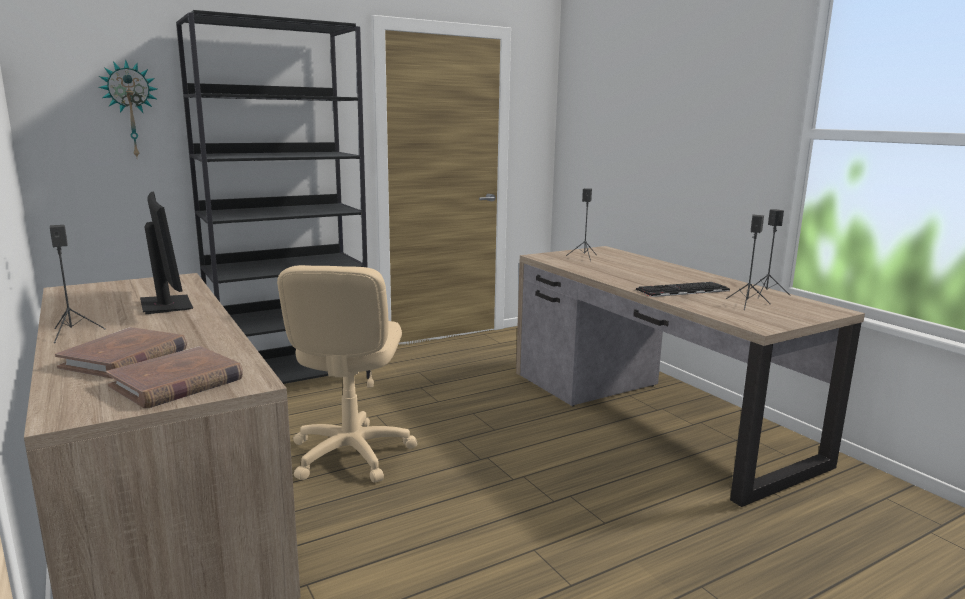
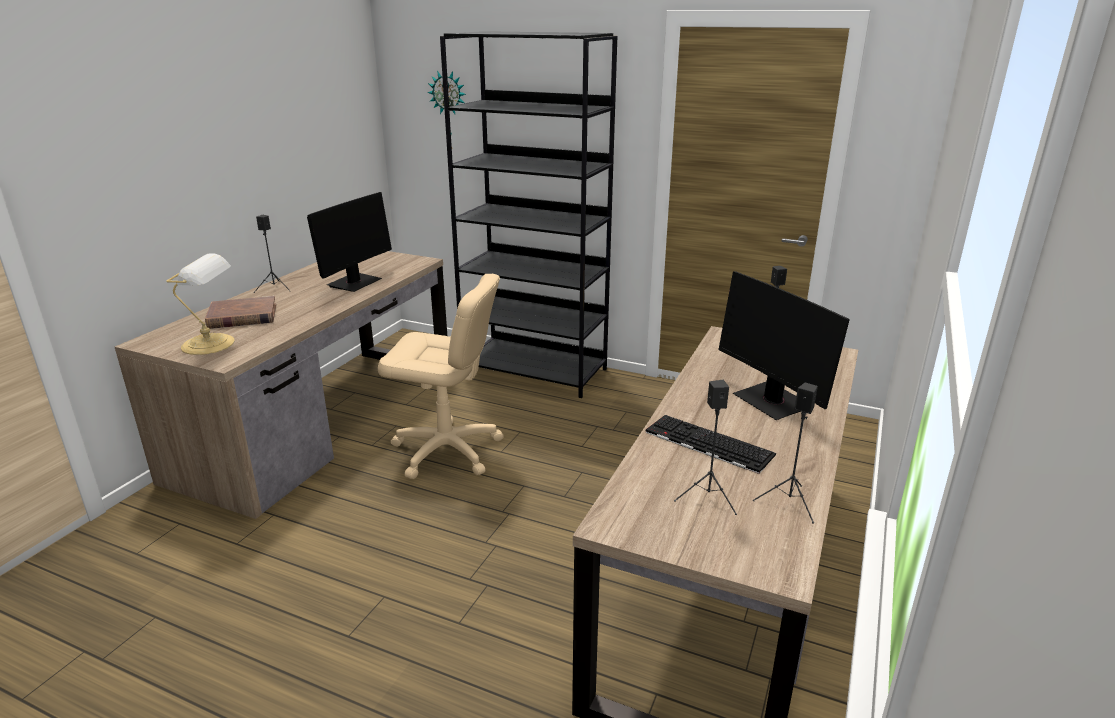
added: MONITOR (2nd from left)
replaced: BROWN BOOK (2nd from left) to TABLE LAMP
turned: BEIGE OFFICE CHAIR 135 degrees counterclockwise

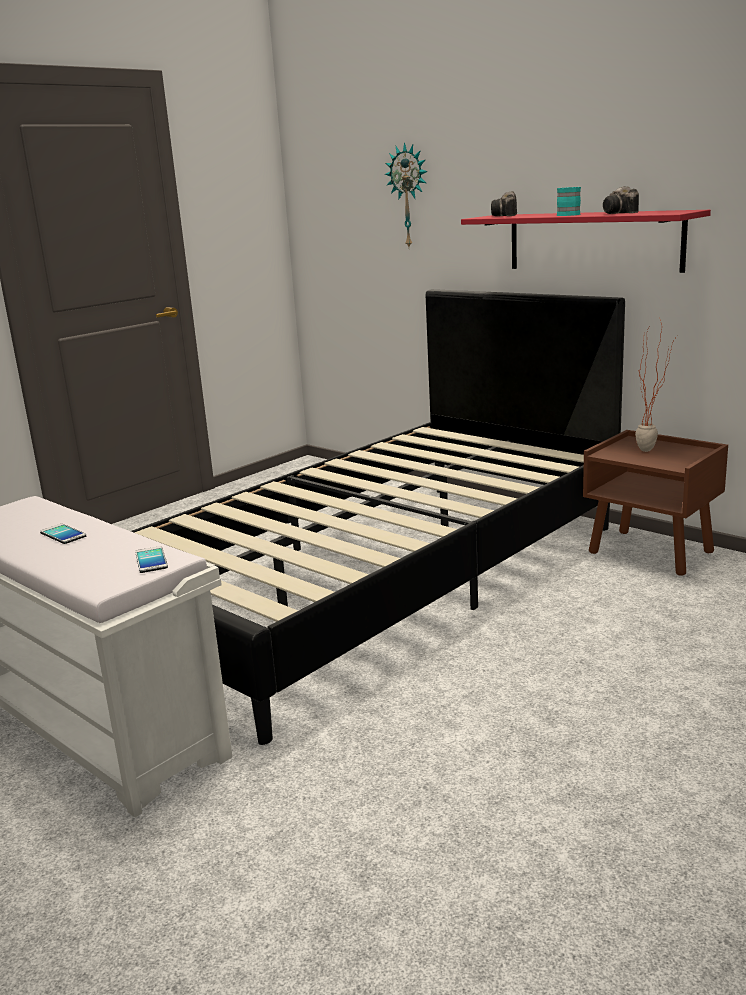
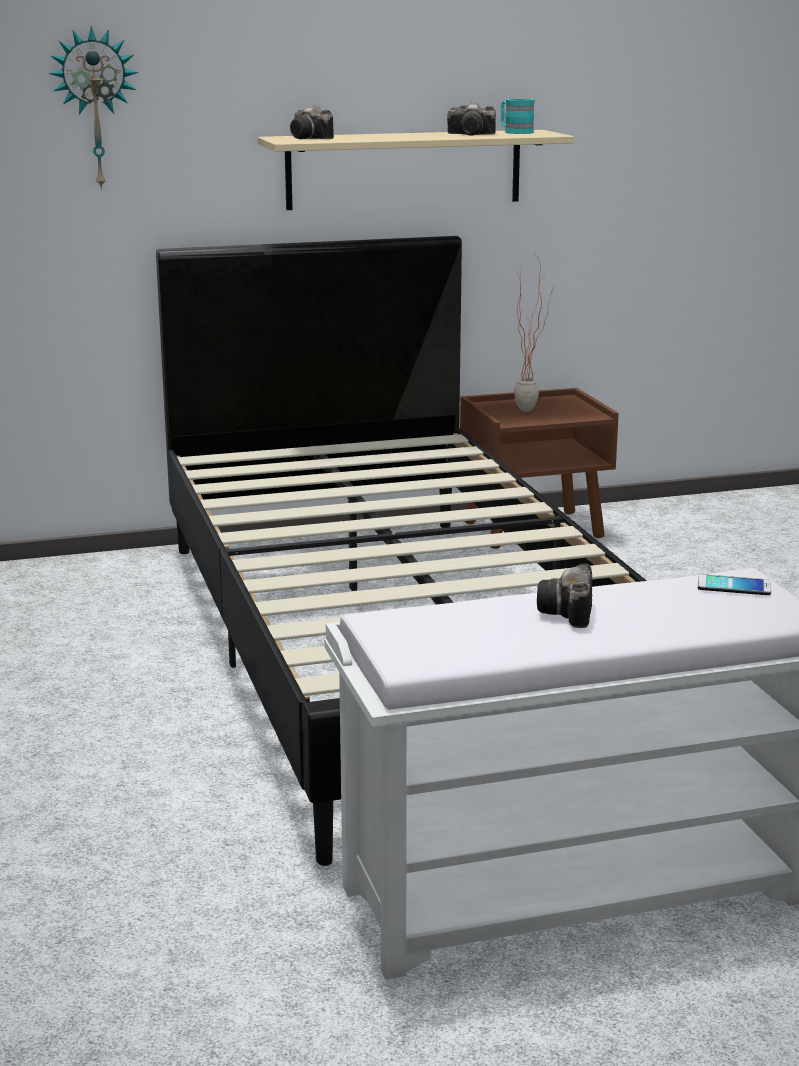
moved: TURQUOISE MUG
replaced: PHONE (1st from left) to PHOTO CAMERA (3rd from left)
recoloured: RED SHELF to BEIGE SHELF

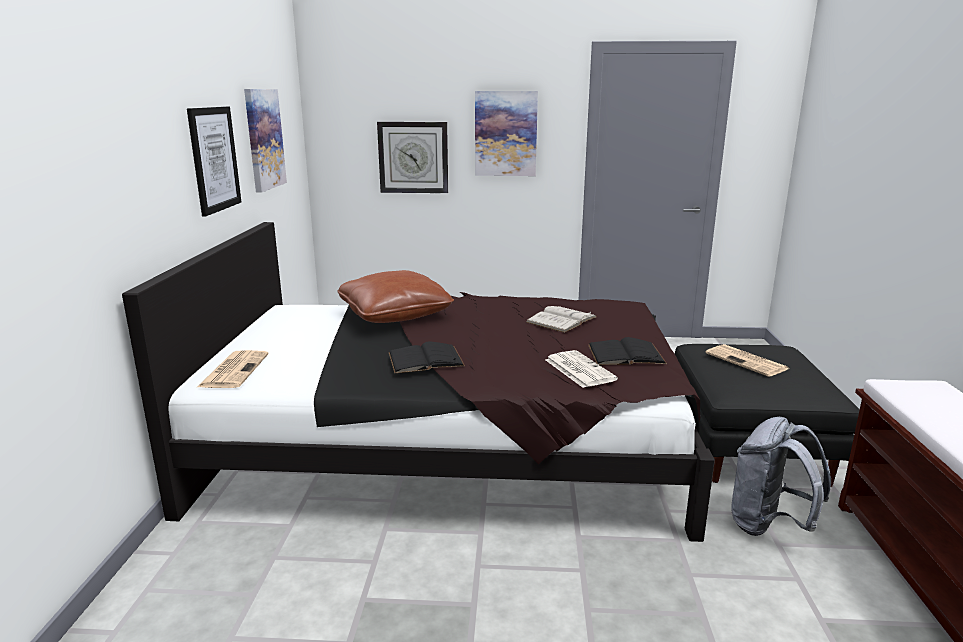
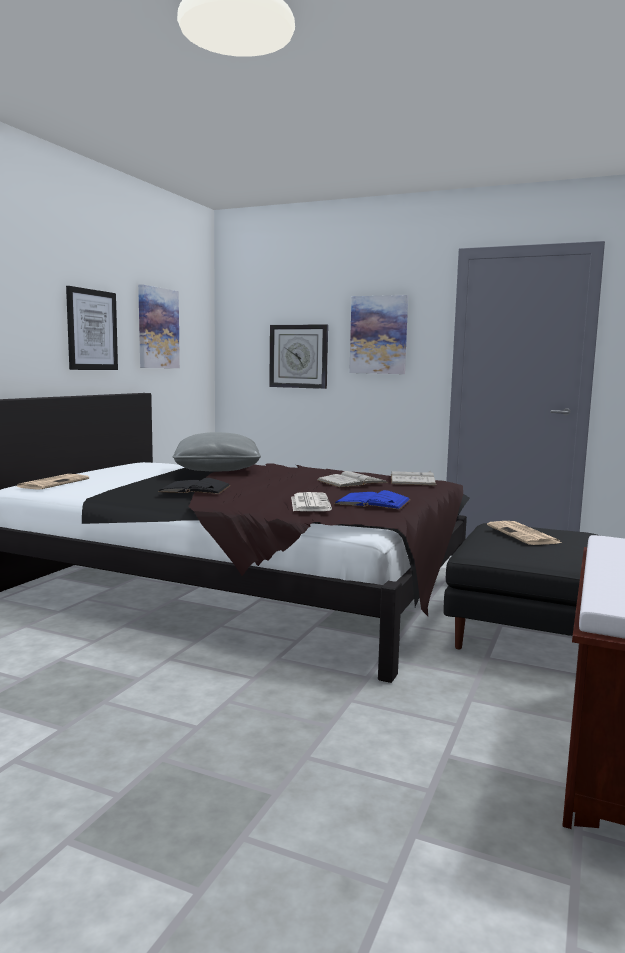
removed: GREY BACKPACK
added: WHITE BOOK (2nd from left)
recoloured: BROWN PILLOW to GREY PILLOW; BLACK BOOK (2nd from left) to BLUE BOOK

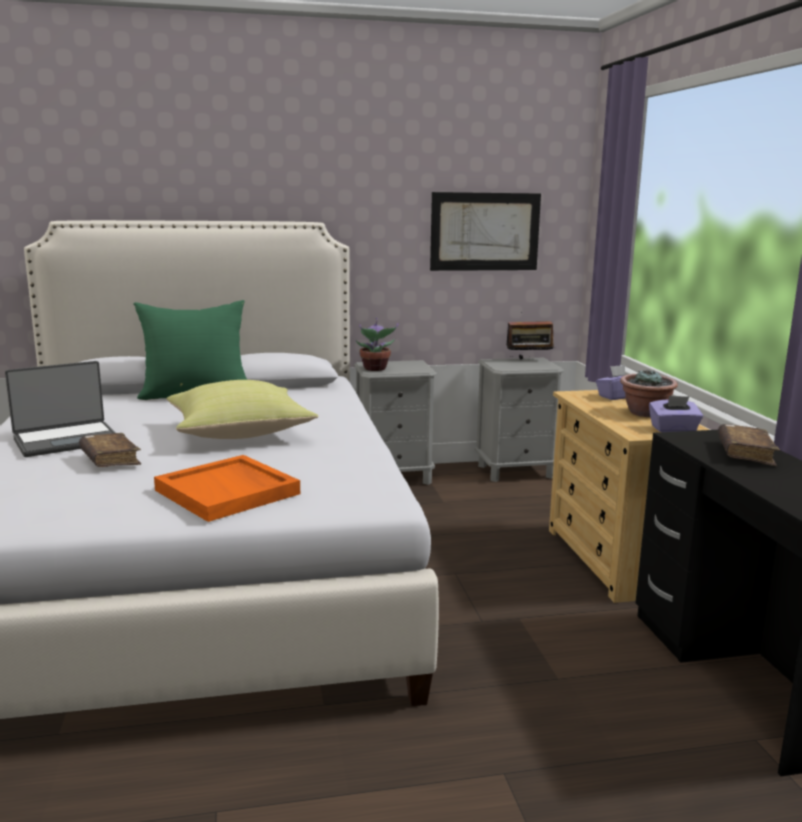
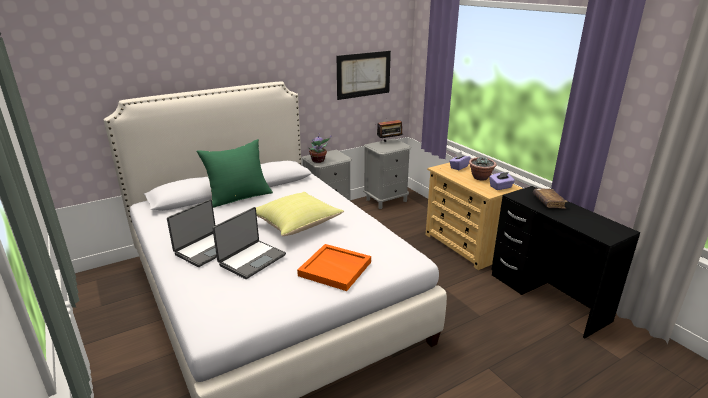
replaced: BROWN BOOK (1st from left) to LAPTOP (2nd from left)

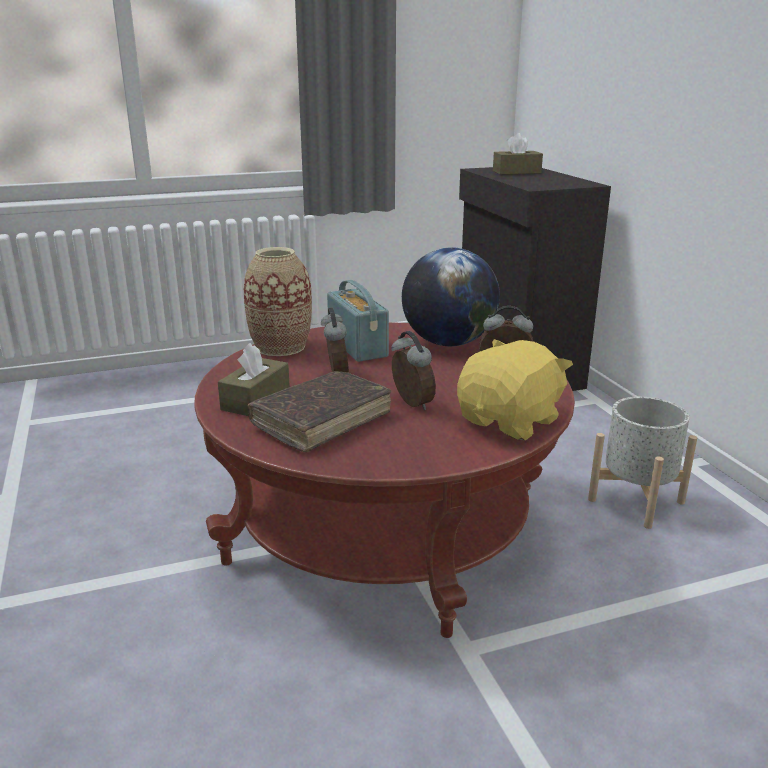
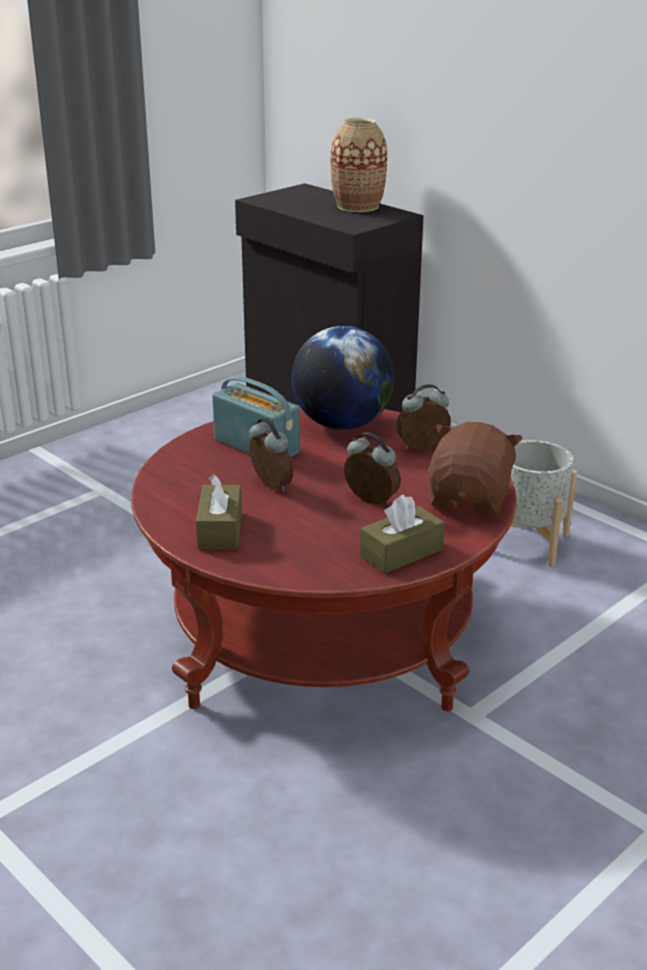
removed: BROWN BOOK
moved: BROWN TISSUE BOX (2nd from left); VASE
recoloured: YELLOW PLUSH TOY to BROWN PLUSH TOY

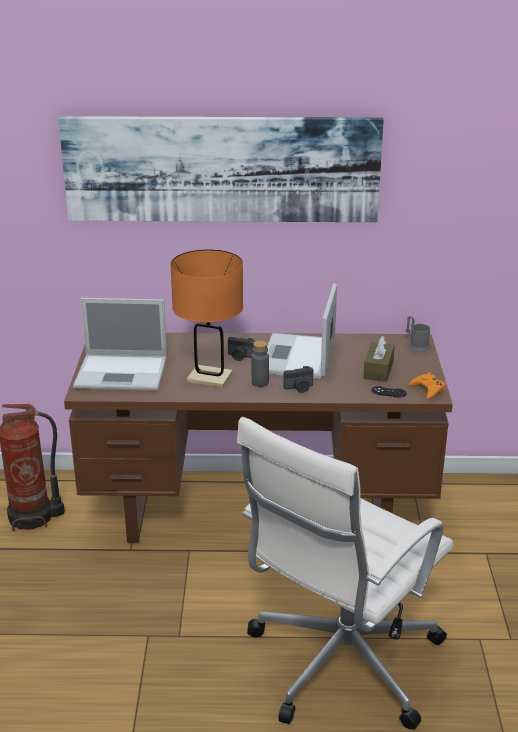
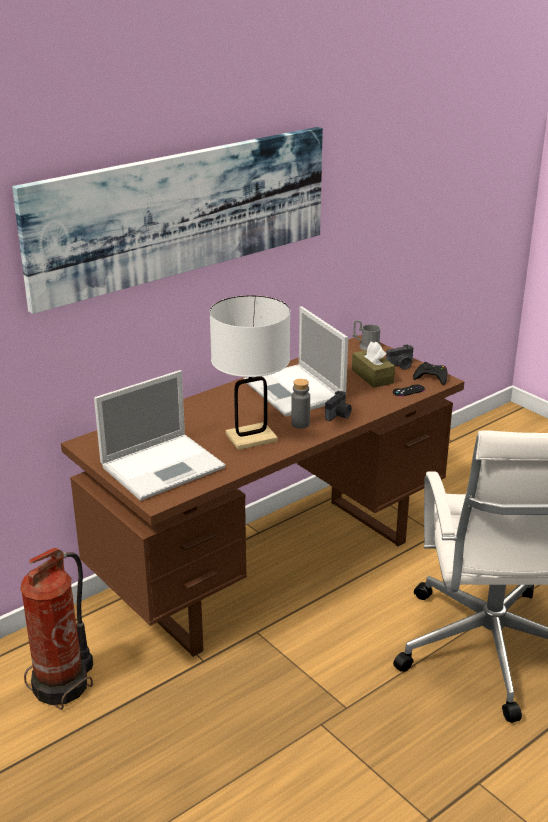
moved: PHOTO CAMERA (1st from left in the first image) to PHOTO CAMERA (2nd from left)
recoloured: ORANGE TABLE LAMP to WHITE TABLE LAMP; ORANGE GAME CONTROLLER to BLACK GAME CONTROLLER (2nd from left)

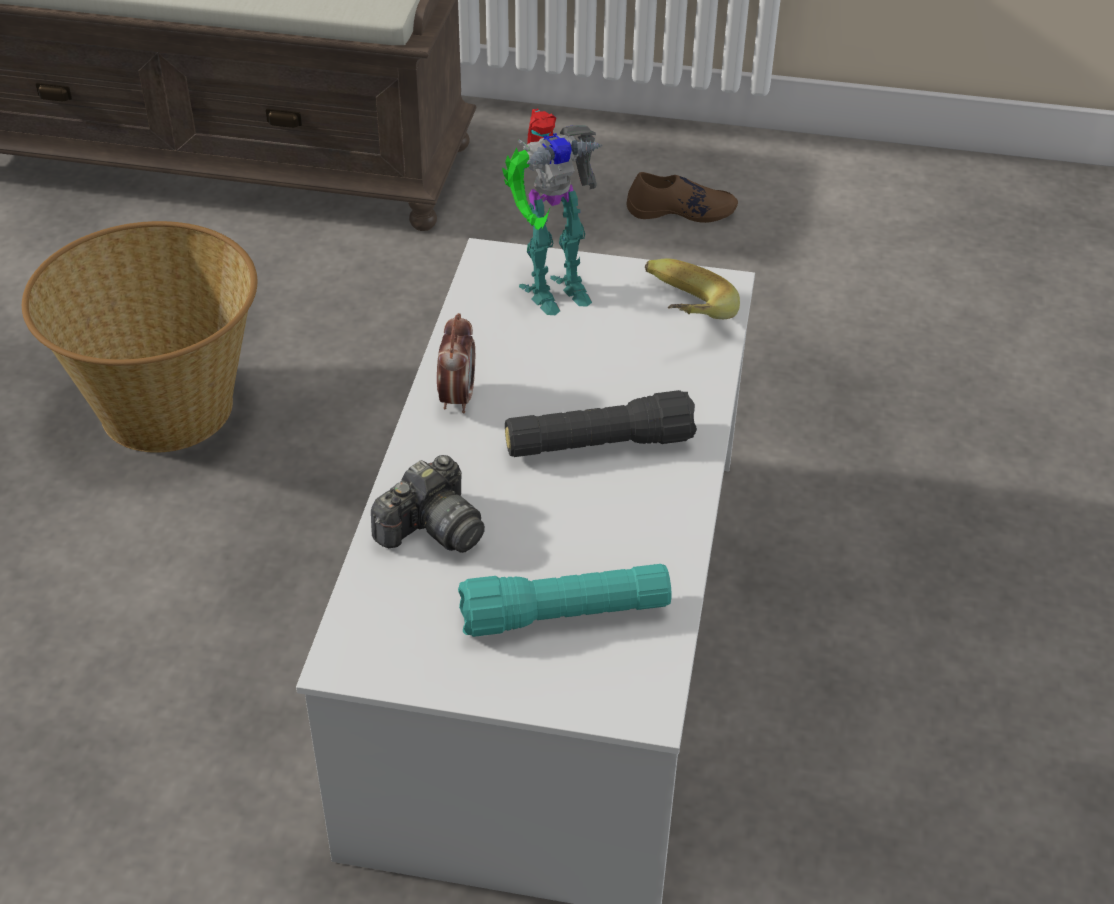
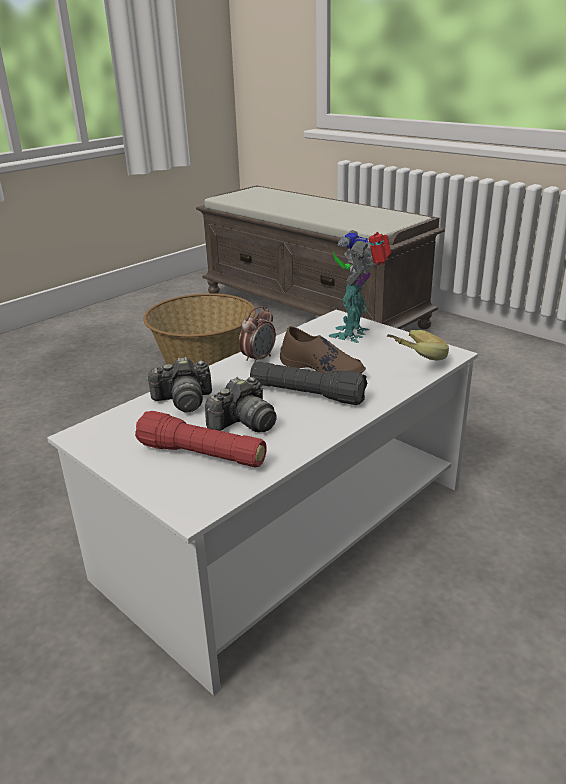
added: PHOTO CAMERA (2nd from left)
moved: BROWN SHOE
recoloured: TURQUOISE FLASHLIGHT to RED FLASHLIGHT
turned: TOY ROBOT 105 degrees clockwise

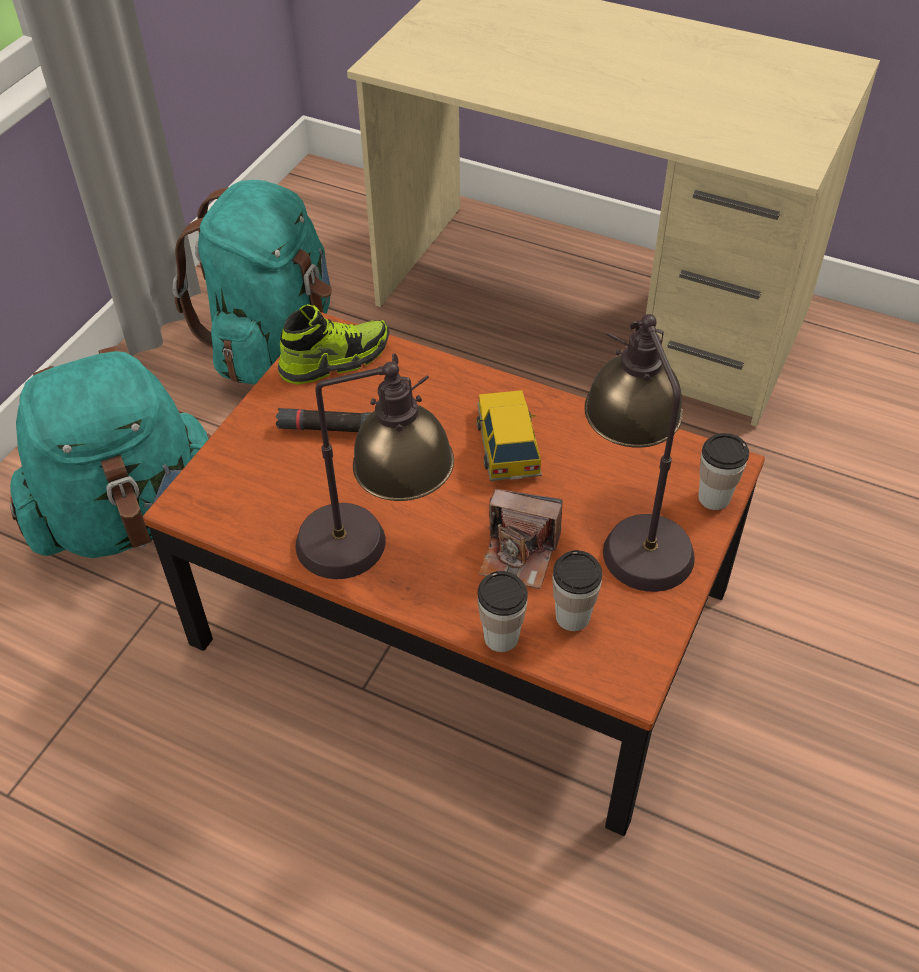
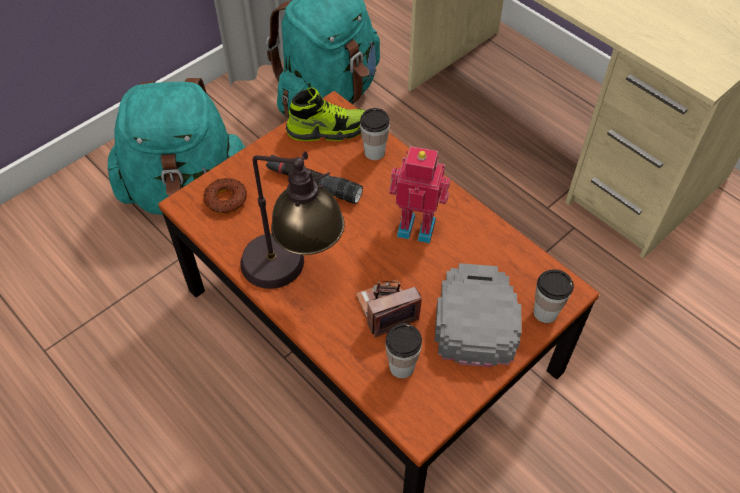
added: DONUT
moved: CUP (1st from left)
replaced: TABLE LAMP (2nd from left) to GREY CAP; TOY CAR to TOY ROBOT
turned: PHOTO CAMERA 120 degrees clockwise

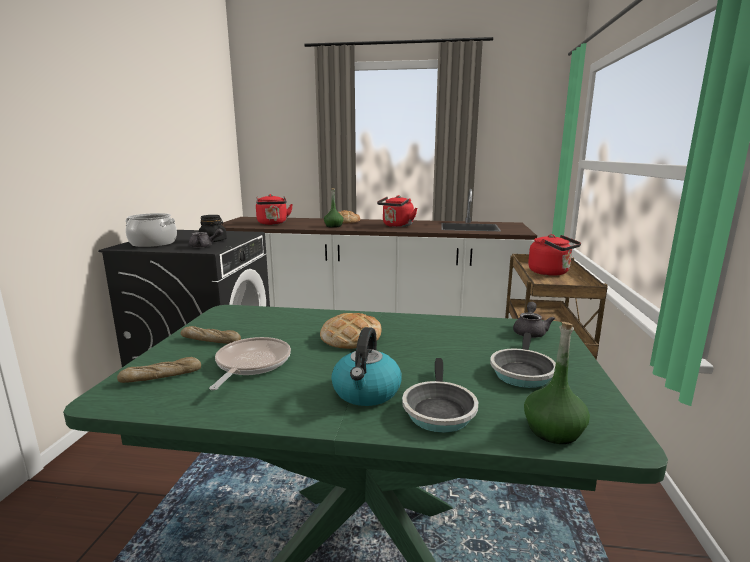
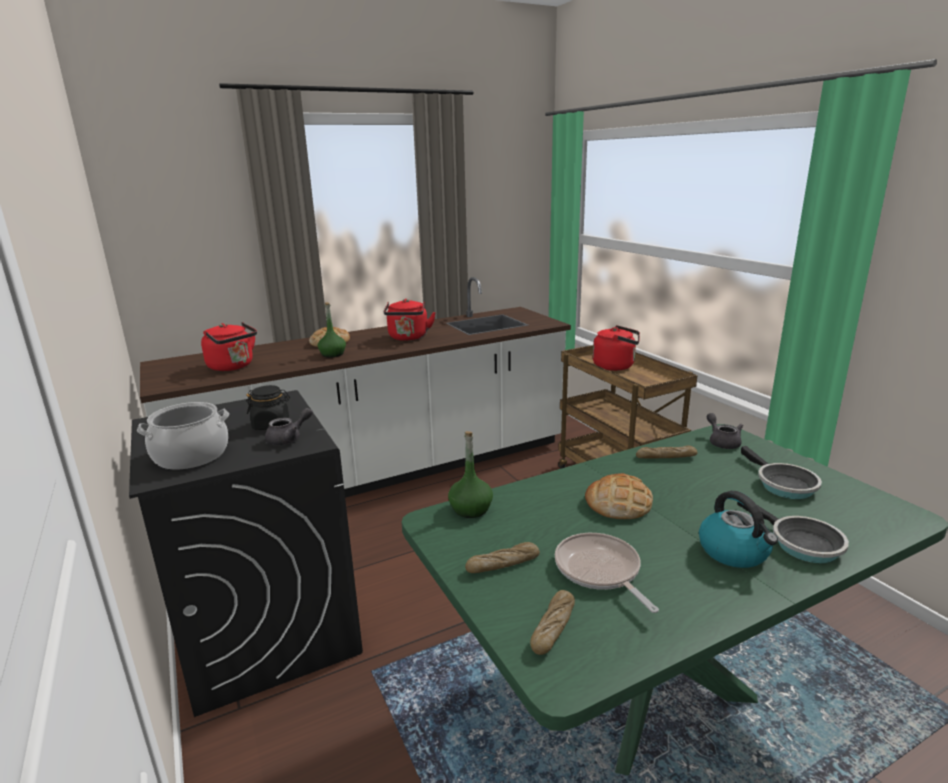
added: BREAD (5th from left)
moved: GREEN BOTTLE (2nd from left)

